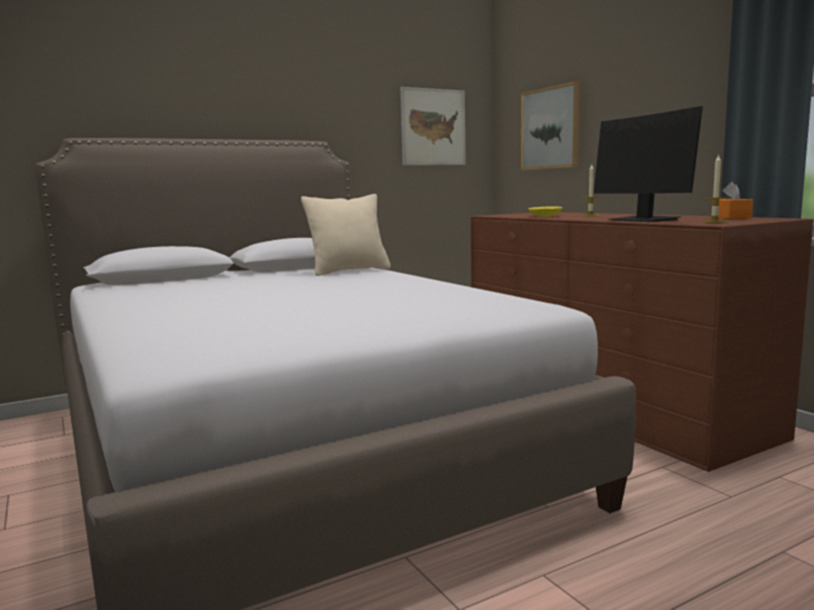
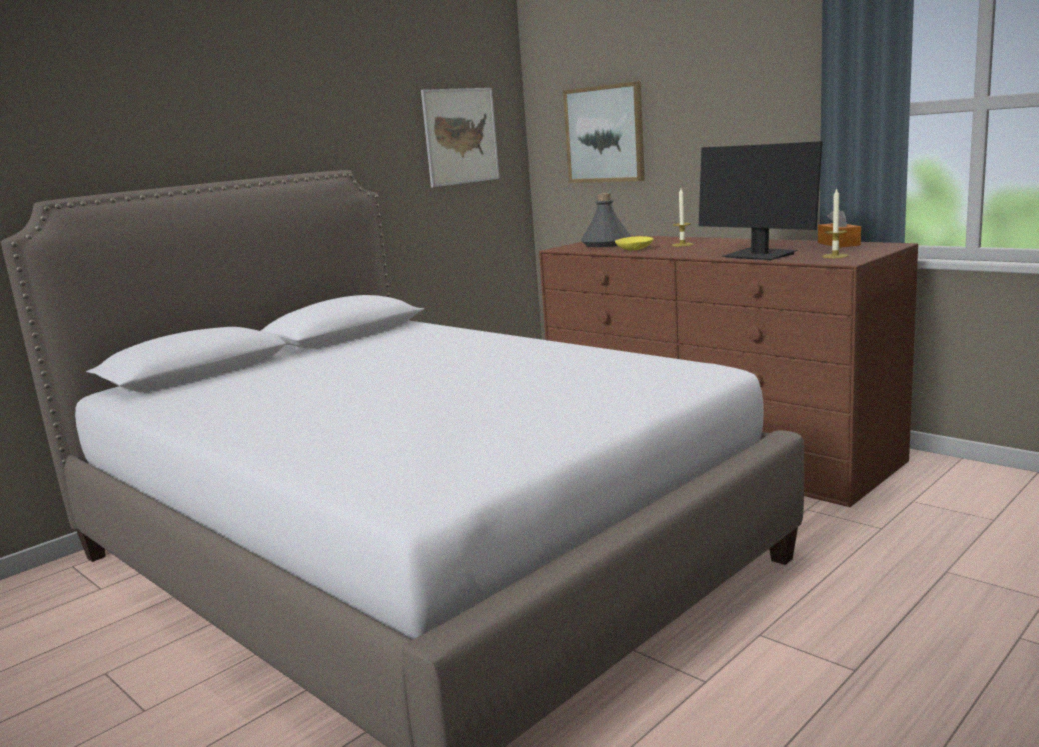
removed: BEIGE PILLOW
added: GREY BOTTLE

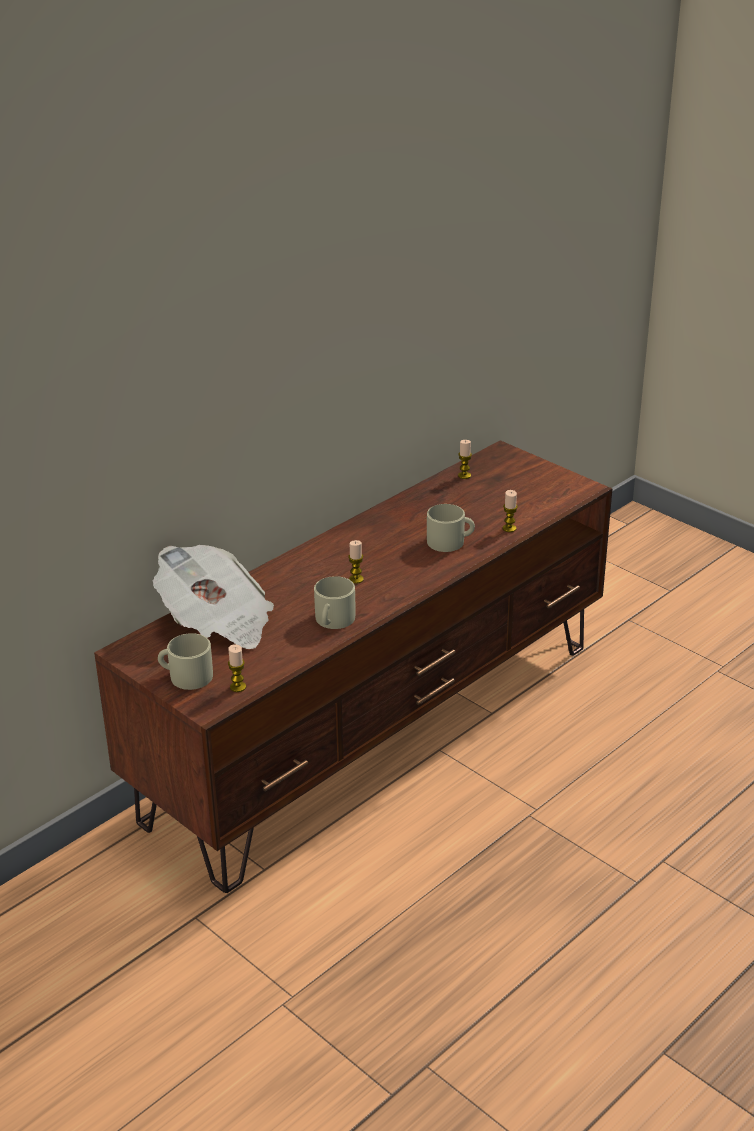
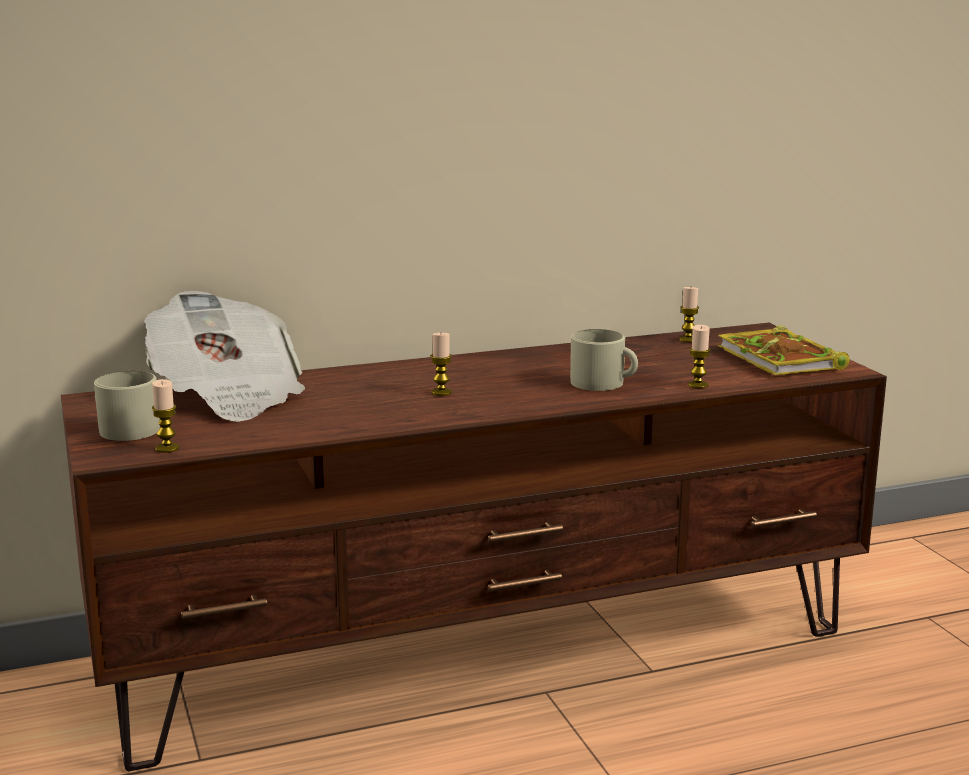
removed: BEIGE MUG (2nd from left)
added: BOOK

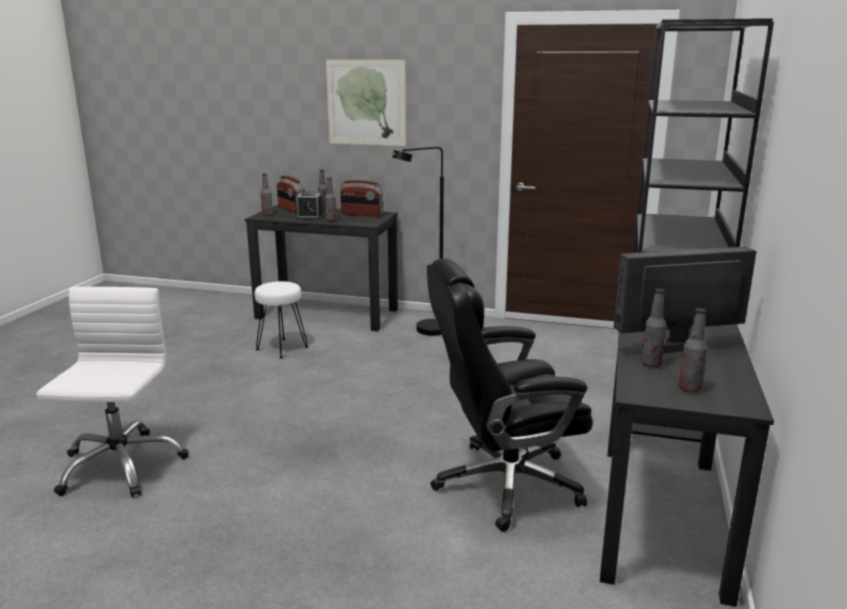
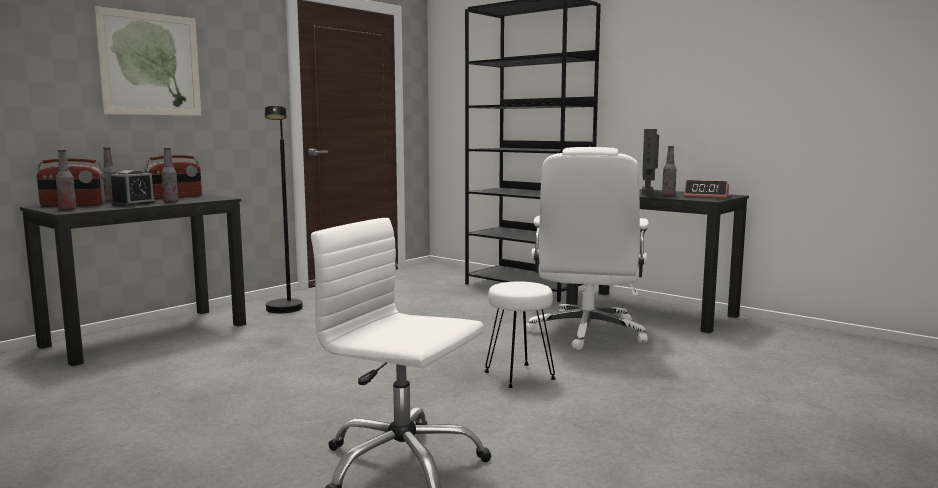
moved: WHITE STOOL
replaced: BOTTLE (5th from left) to ALARM CLOCK (2nd from left)
recoloured: BLACK OFFICE CHAIR to WHITE OFFICE CHAIR (2nd from left)

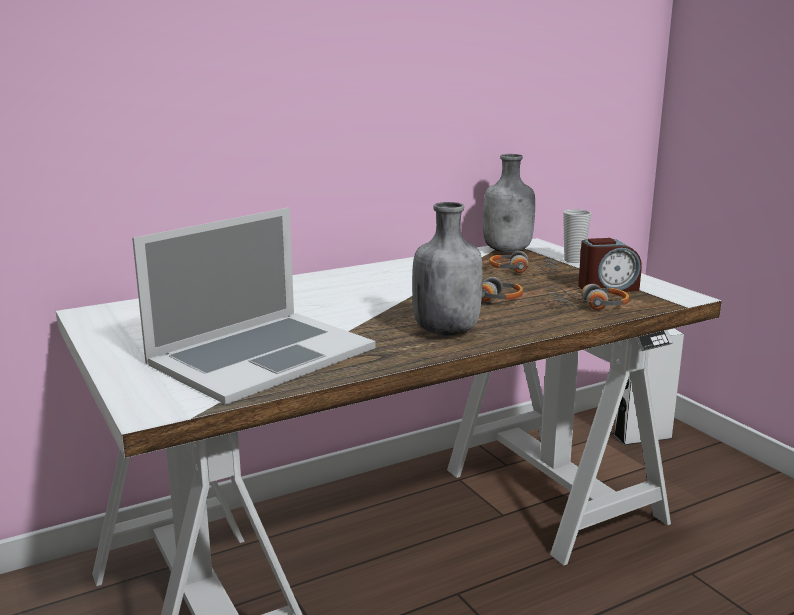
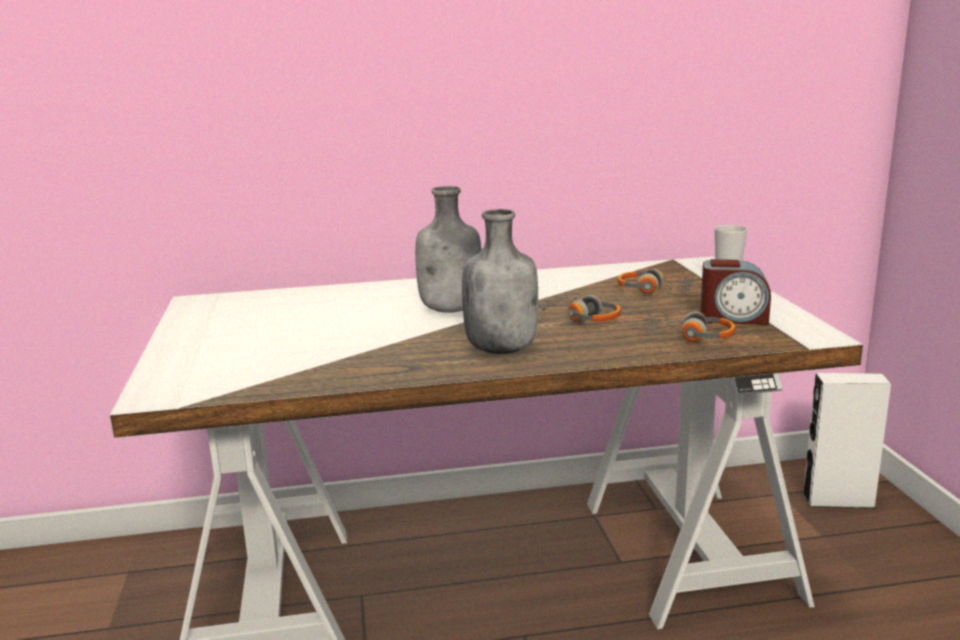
removed: LAPTOP
moved: GREY BOTTLE (2nd from left in the first image) to GREY BOTTLE (1st from left)

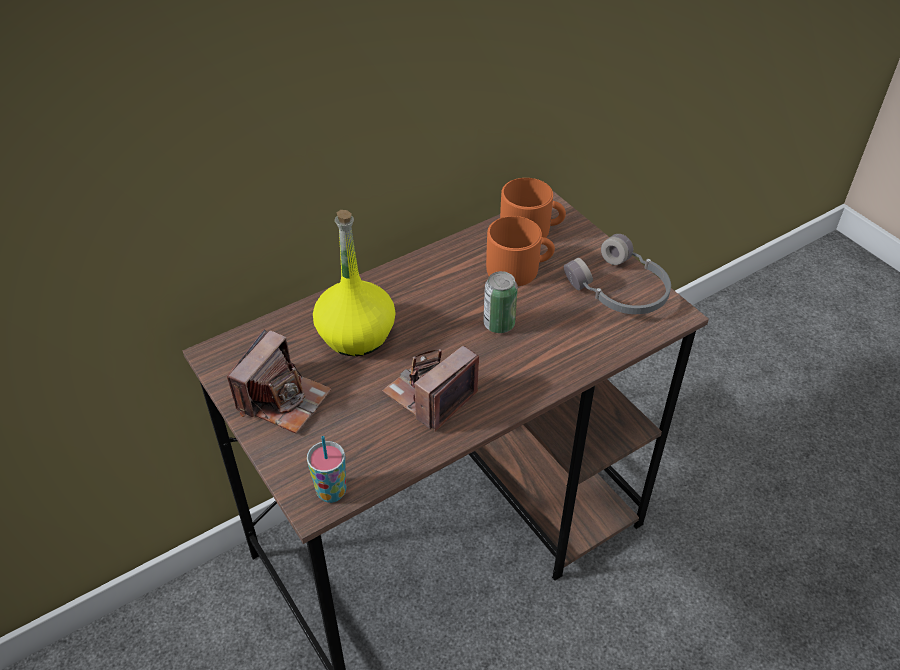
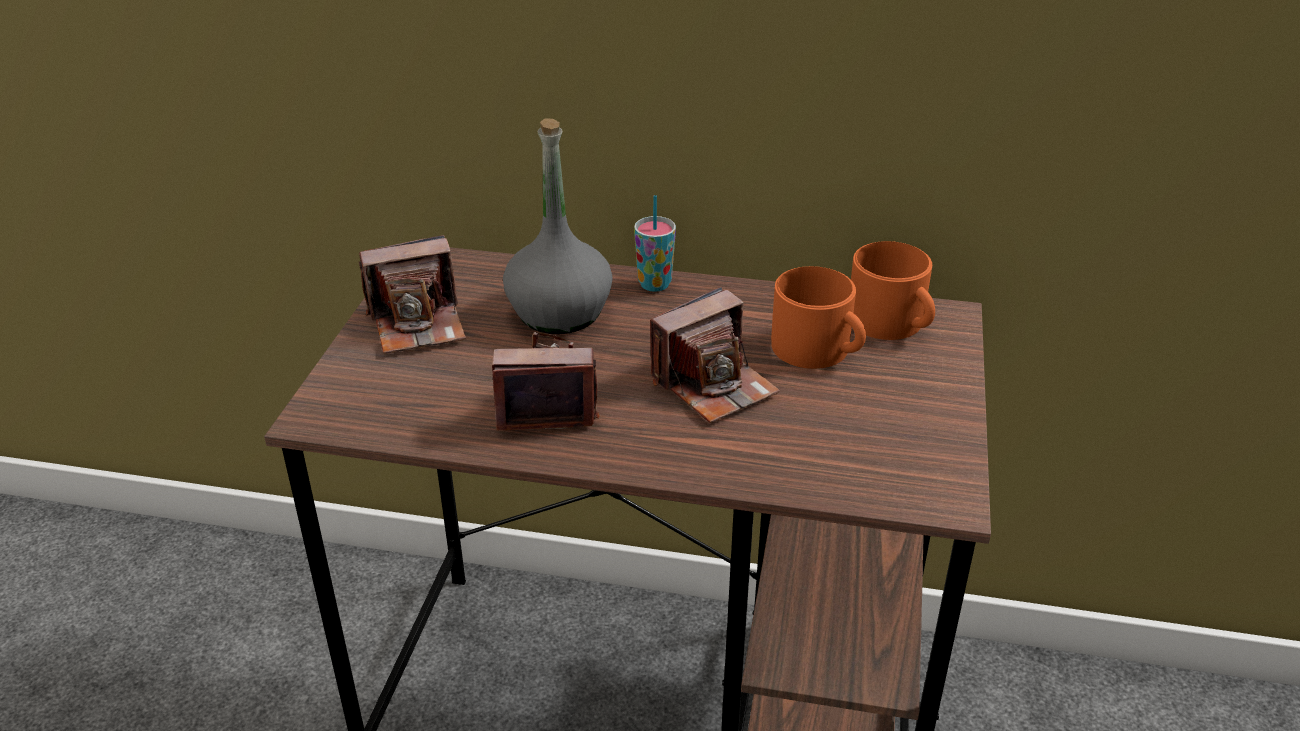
removed: GREY HEADPHONES
moved: CUP
replaced: CAN to PHOTO CAMERA (3rd from left)
recoloured: YELLOW BOTTLE to GREY BOTTLE

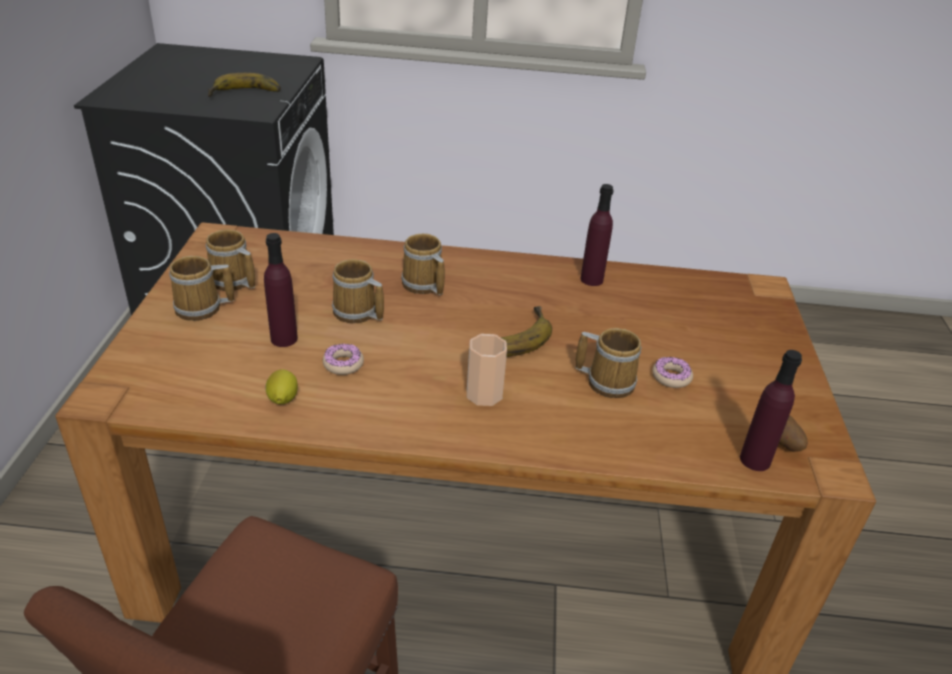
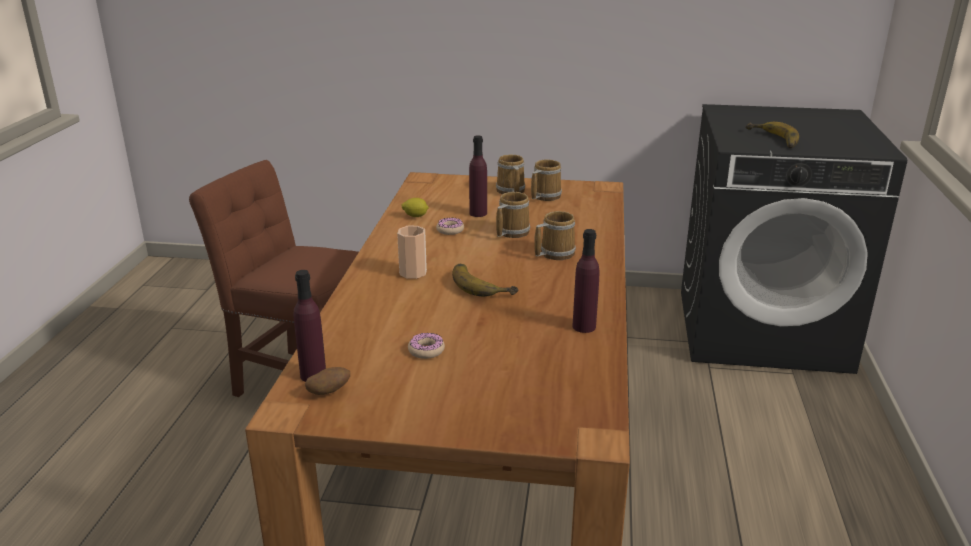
removed: MUG (5th from left)

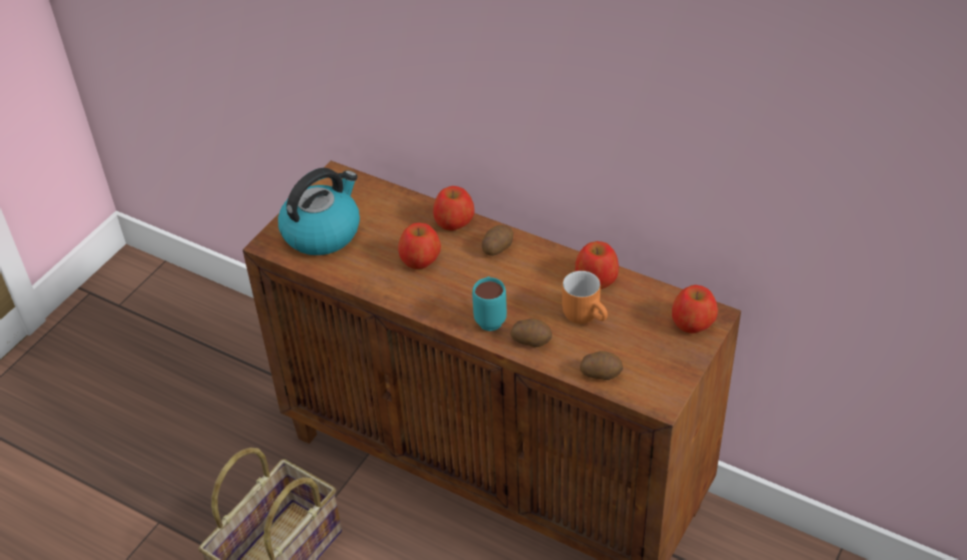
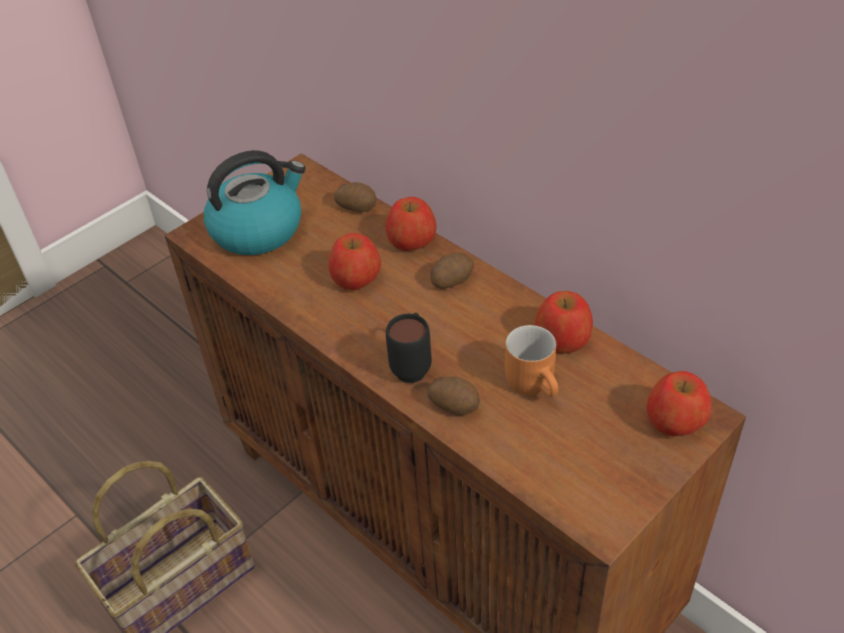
moved: POTATO (3rd from left in the first image) to POTATO (1st from left)
recoloured: TURQUOISE MUG to BLACK MUG

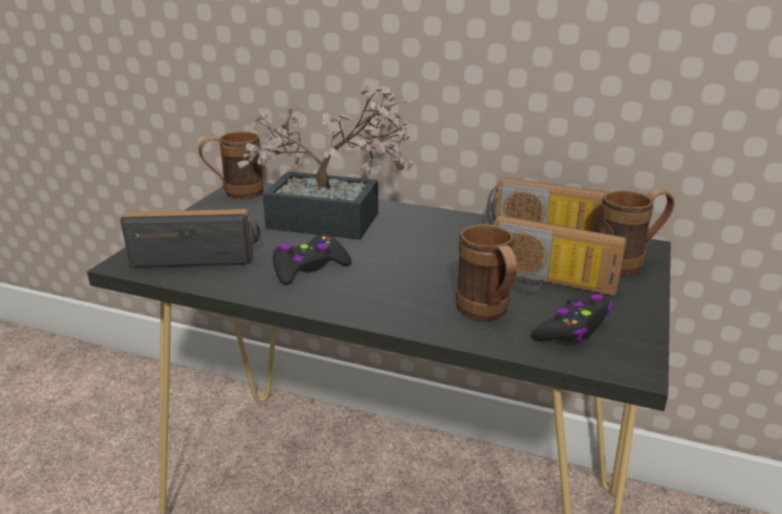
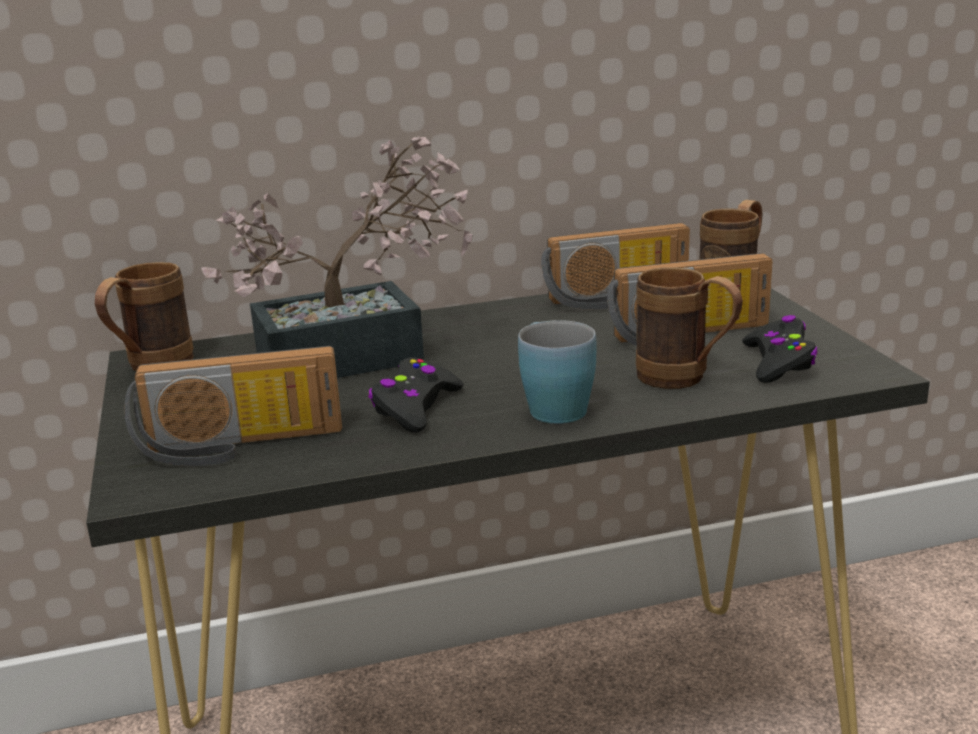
added: BLUE MUG
turned: RADIO (1st from left) 150 degrees counterclockwise

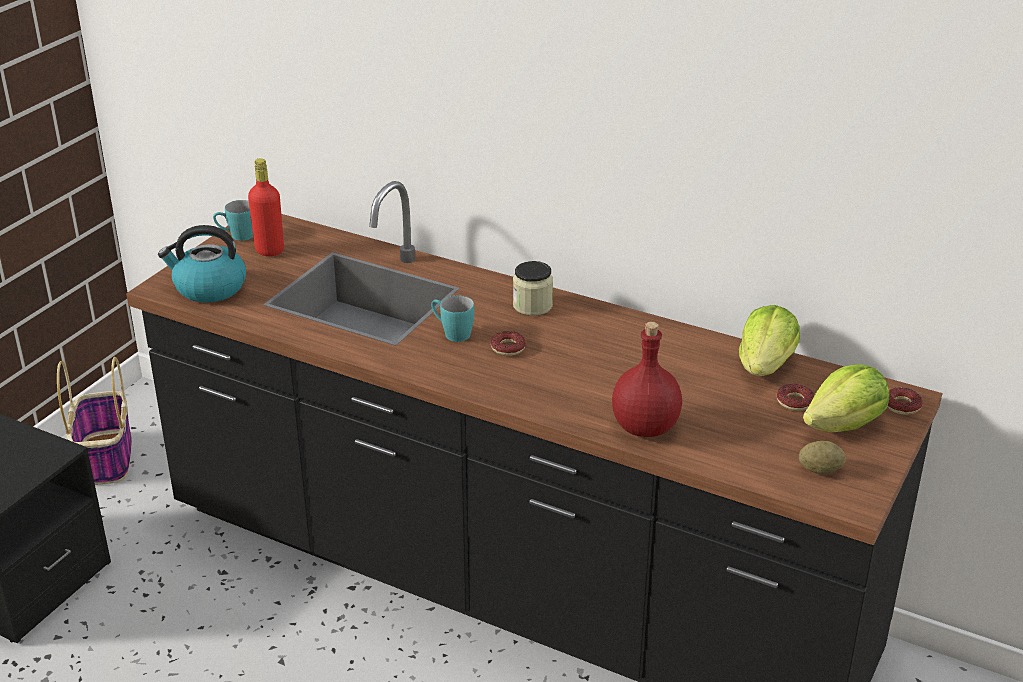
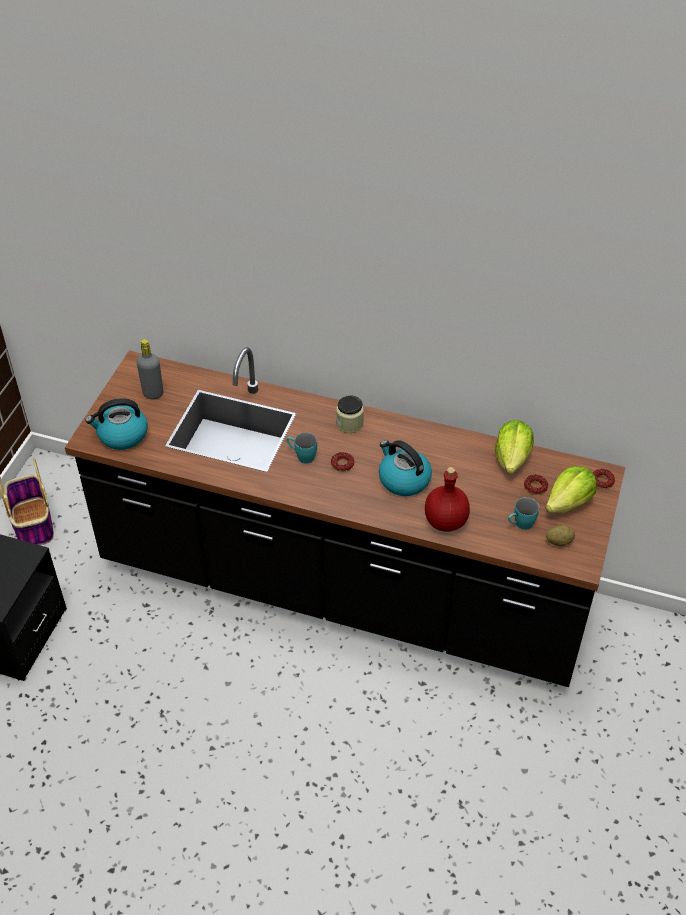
added: KETTLE (2nd from left)
moved: TURQUOISE MUG (1st from left in the first image) to TURQUOISE MUG (2nd from left)
recoloured: RED BOTTLE (1st from left) to GREY BOTTLE

